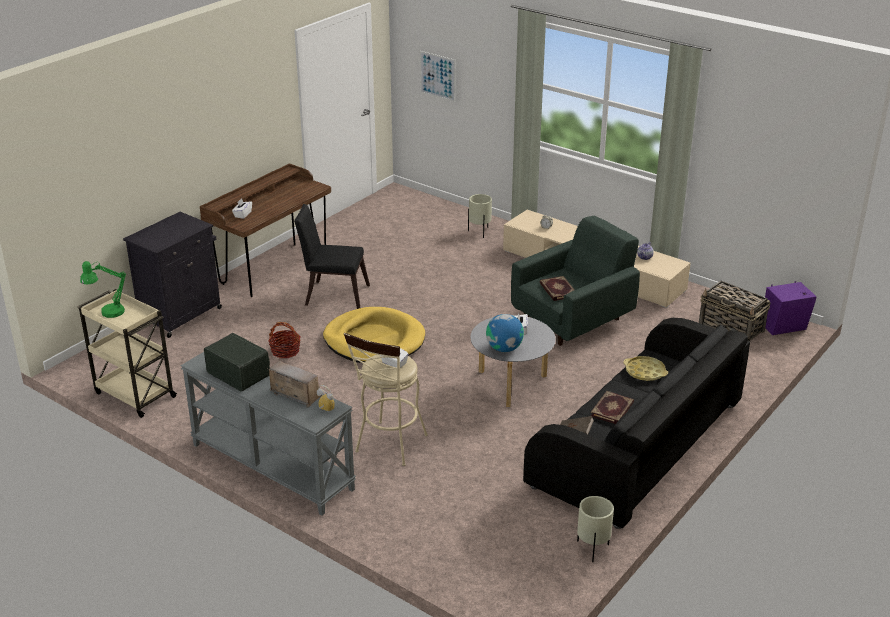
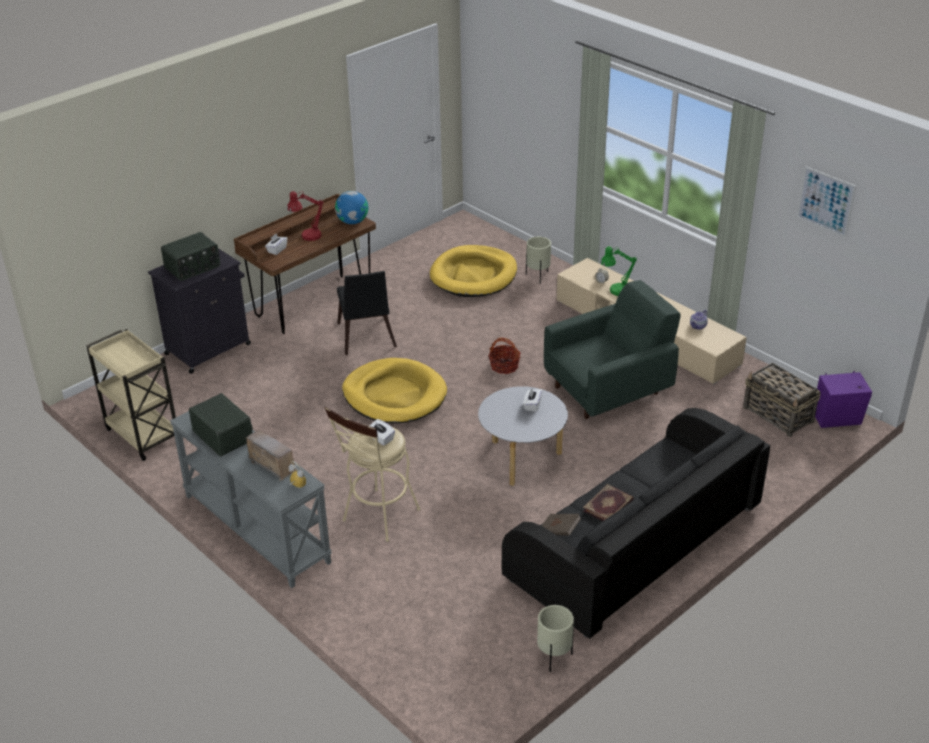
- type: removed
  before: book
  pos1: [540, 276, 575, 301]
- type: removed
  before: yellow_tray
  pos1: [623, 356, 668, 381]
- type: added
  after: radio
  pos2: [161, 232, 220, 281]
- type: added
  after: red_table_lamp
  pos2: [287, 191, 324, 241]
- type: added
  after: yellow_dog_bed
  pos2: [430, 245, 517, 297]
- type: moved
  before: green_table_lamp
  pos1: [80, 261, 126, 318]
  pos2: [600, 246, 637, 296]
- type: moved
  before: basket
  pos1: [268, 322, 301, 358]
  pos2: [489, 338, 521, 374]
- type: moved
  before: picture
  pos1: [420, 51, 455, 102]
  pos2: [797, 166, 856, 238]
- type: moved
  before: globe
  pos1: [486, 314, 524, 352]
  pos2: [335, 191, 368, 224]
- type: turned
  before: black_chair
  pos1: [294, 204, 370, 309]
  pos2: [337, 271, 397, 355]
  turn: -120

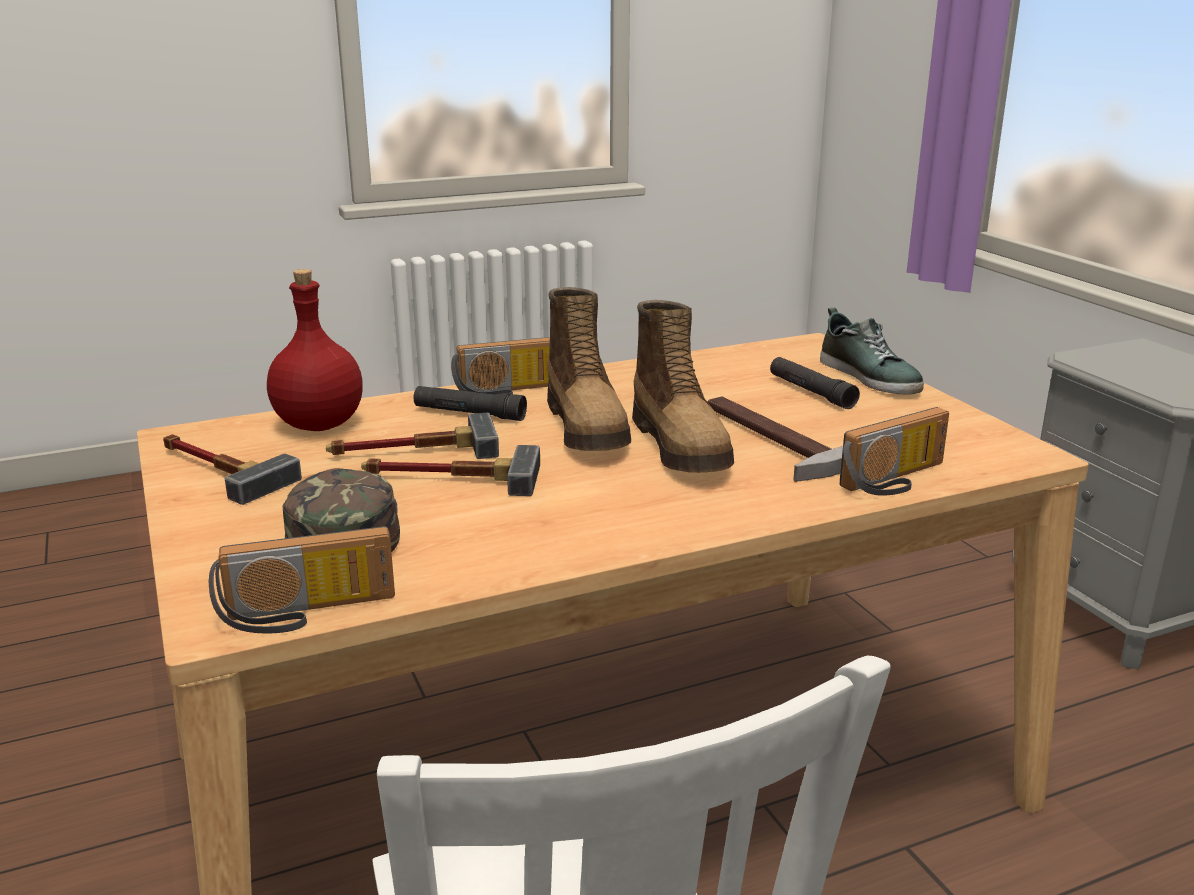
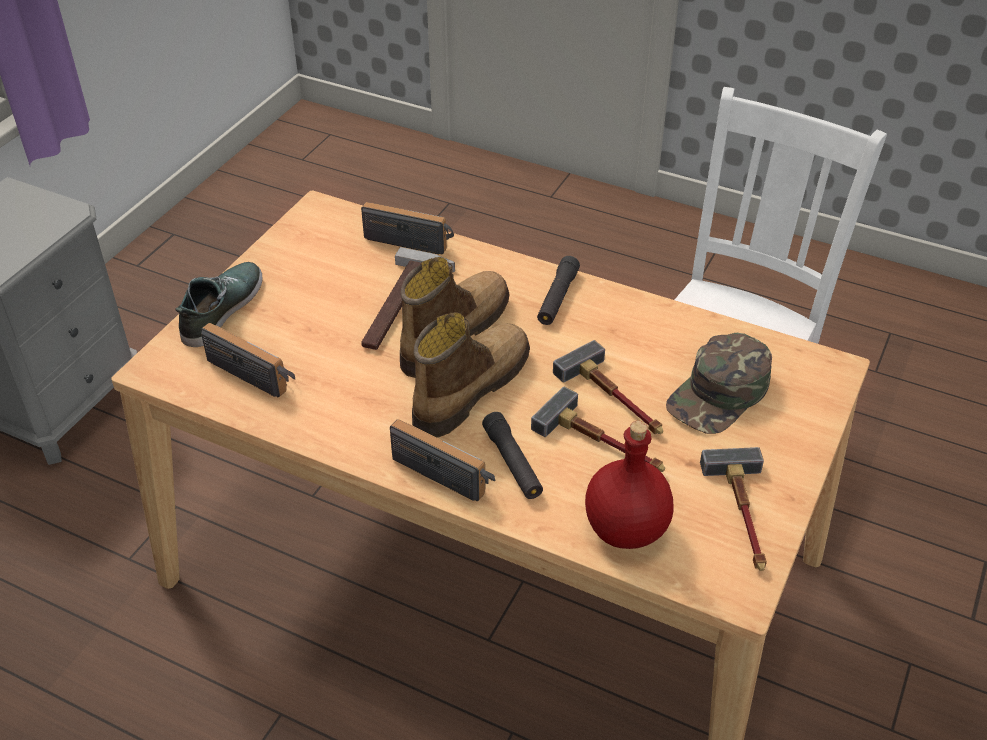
- type: moved
  before: radio
  pos1: [208, 526, 395, 634]
  pos2: [201, 323, 296, 398]
- type: moved
  before: black_flashlight
  pos1: [770, 357, 860, 409]
  pos2: [537, 256, 580, 325]

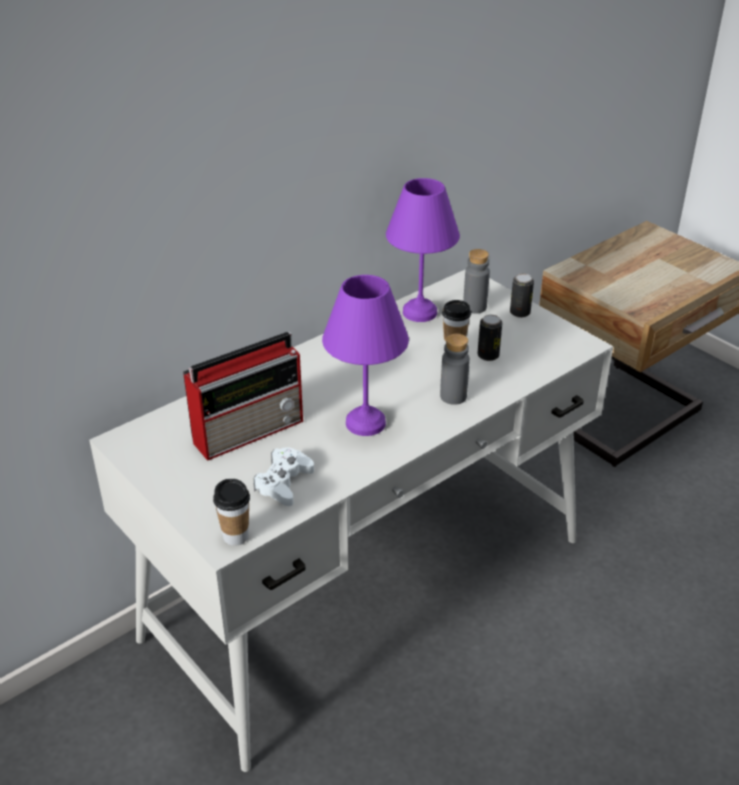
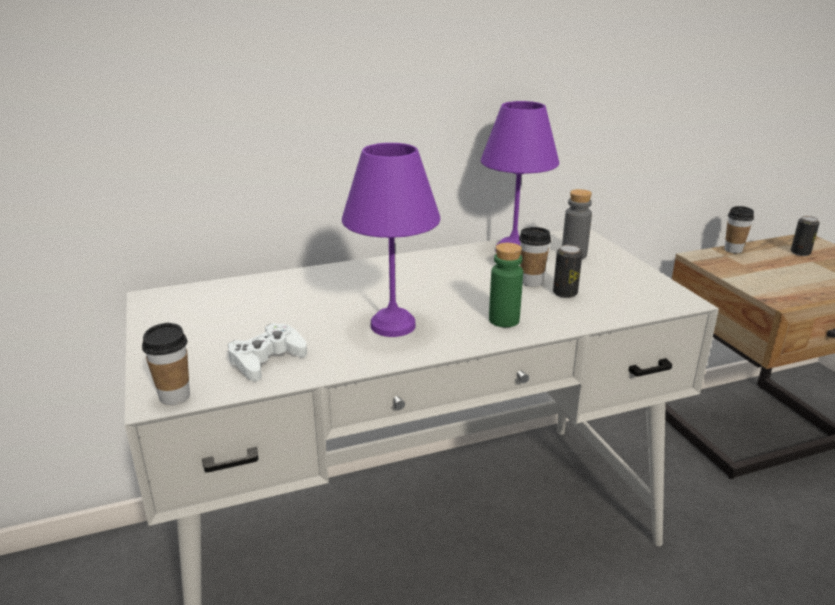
- type: removed
  before: radio
  pos1: [183, 332, 303, 461]
- type: added
  after: cup
  pos2: [724, 206, 754, 253]
- type: moved
  before: can
  pos1: [510, 273, 534, 318]
  pos2: [791, 216, 820, 256]
- type: recoloured
  before: grey_bottle
  after: green_bottle
  pos1: [440, 334, 470, 405]
  pos2: [489, 243, 523, 327]

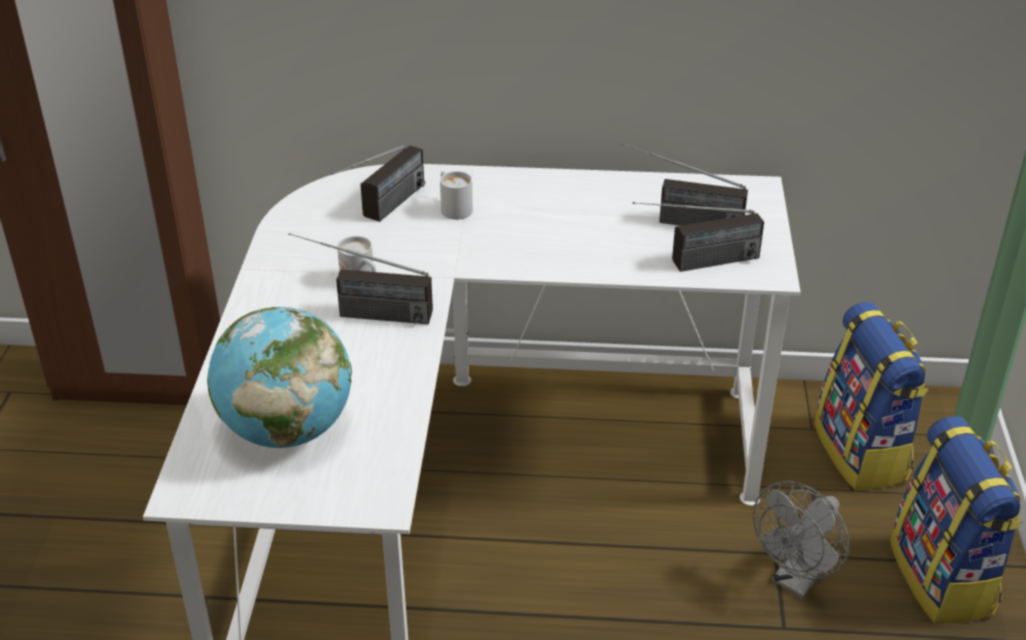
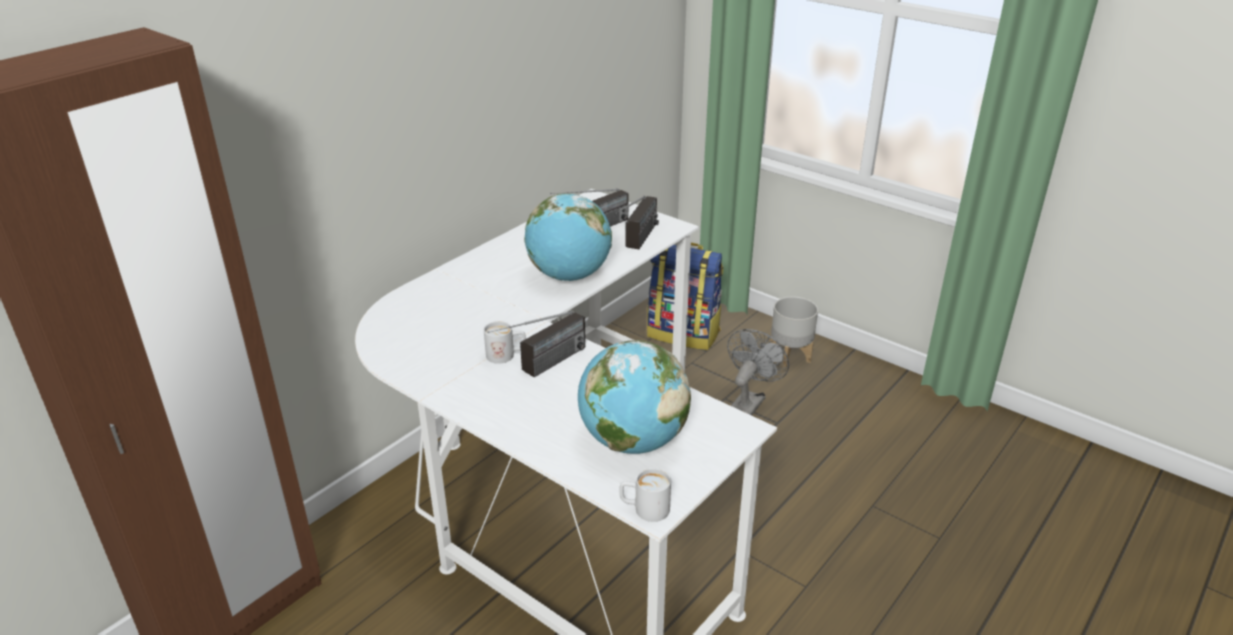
- type: removed
  before: radio
  pos1: [332, 145, 425, 222]
- type: added
  after: globe
  pos2: [524, 193, 612, 281]
- type: moved
  before: white_mug
  pos1: [440, 171, 473, 220]
  pos2: [619, 468, 671, 522]
- type: replaced
  before: backpack
  after: grey_planter
  pos1: [890, 416, 1023, 624]
  pos2: [770, 296, 818, 369]
- type: turned
  before: grey_fan
  pos1: [753, 481, 849, 598]
  pos2: [727, 329, 789, 415]
  turn: -135

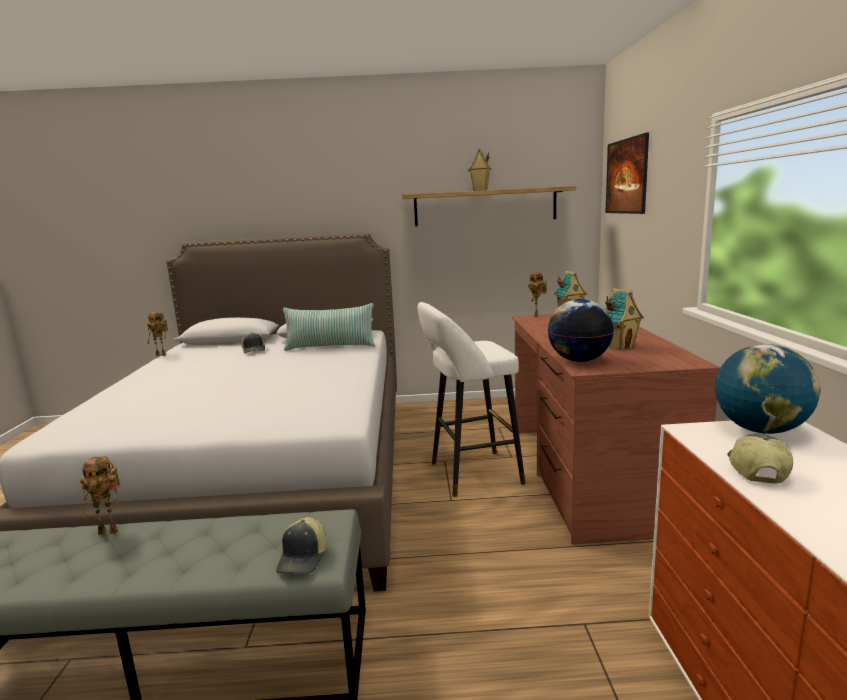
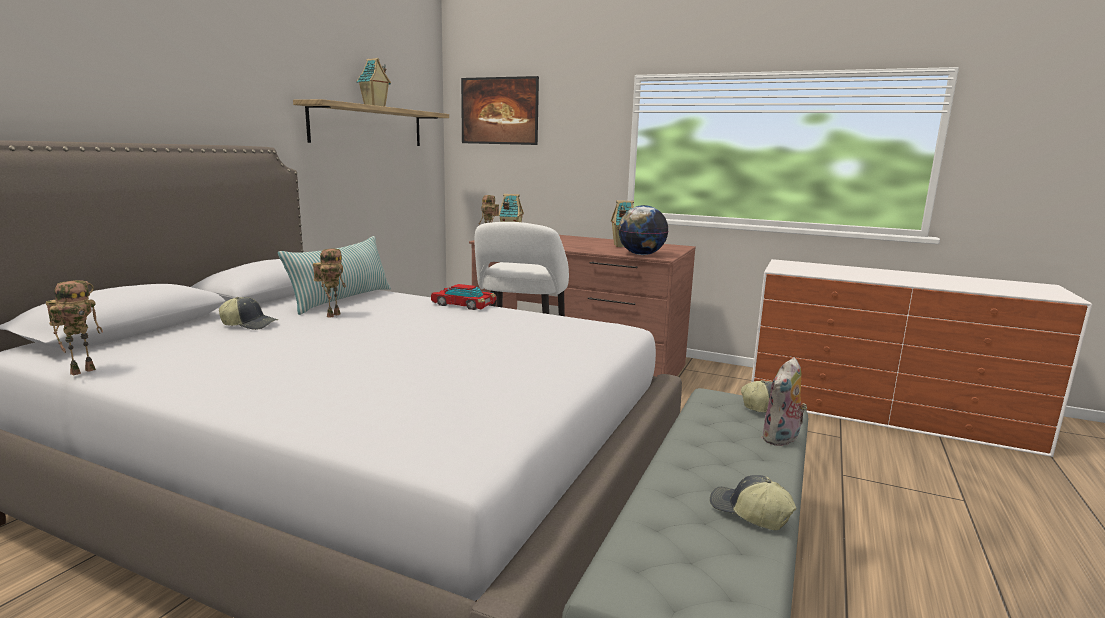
- type: removed
  before: globe
  pos1: [715, 344, 820, 434]
- type: added
  after: toy_car
  pos2: [431, 284, 496, 310]
- type: added
  after: plush_toy
  pos2: [761, 358, 807, 446]
- type: moved
  before: toy_robot
  pos1: [80, 456, 120, 535]
  pos2: [313, 248, 346, 318]
- type: moved
  before: cap
  pos1: [727, 433, 793, 484]
  pos2: [710, 475, 797, 531]

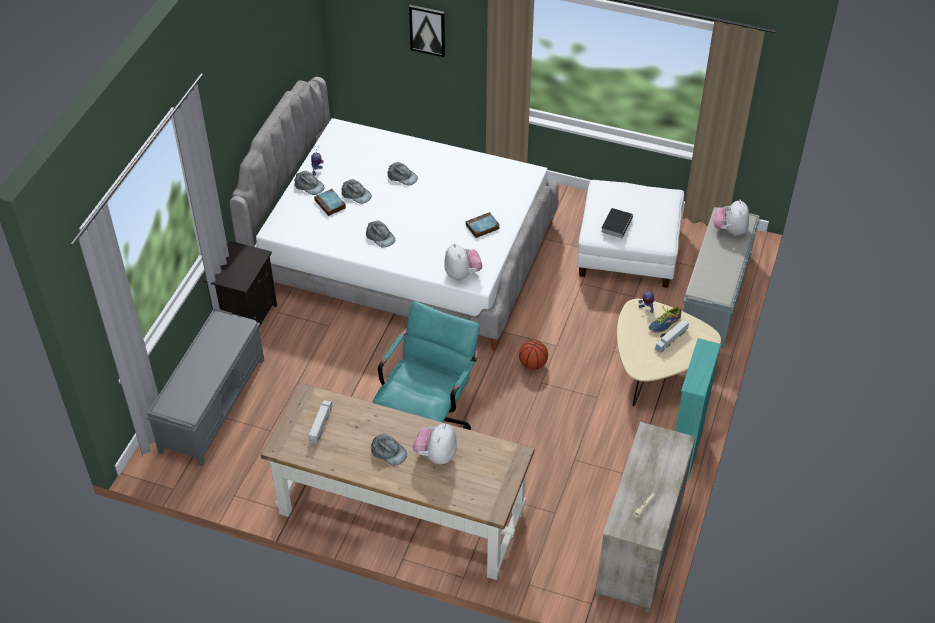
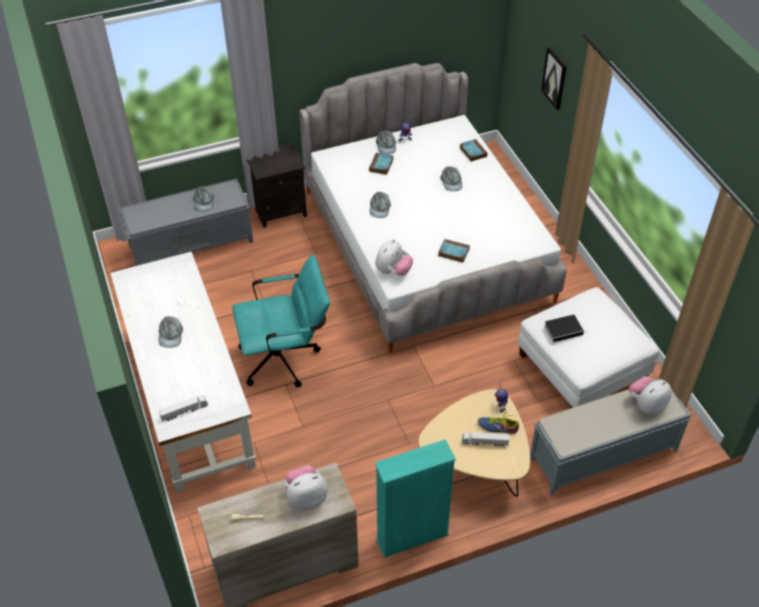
- type: removed
  before: basketball
  pos1: [519, 340, 548, 370]
- type: added
  after: book
  pos2: [460, 139, 488, 162]
- type: moved
  before: toy_truck
  pos1: [309, 400, 332, 444]
  pos2: [159, 395, 208, 422]
- type: moved
  before: grey_cap
  pos1: [342, 179, 372, 204]
  pos2: [194, 186, 214, 211]
- type: moved
  before: plush_toy
  pos1: [413, 424, 457, 464]
  pos2: [285, 465, 328, 511]
- type: recoloured
  before: brown_desk
  after: white_desk
  pos1: [261, 383, 535, 580]
  pos2: [110, 251, 256, 492]

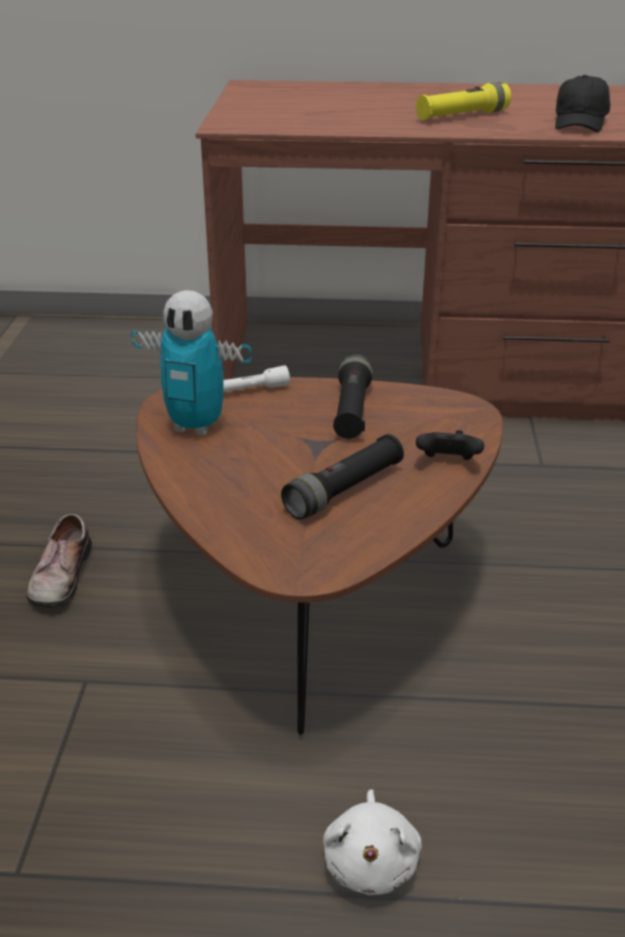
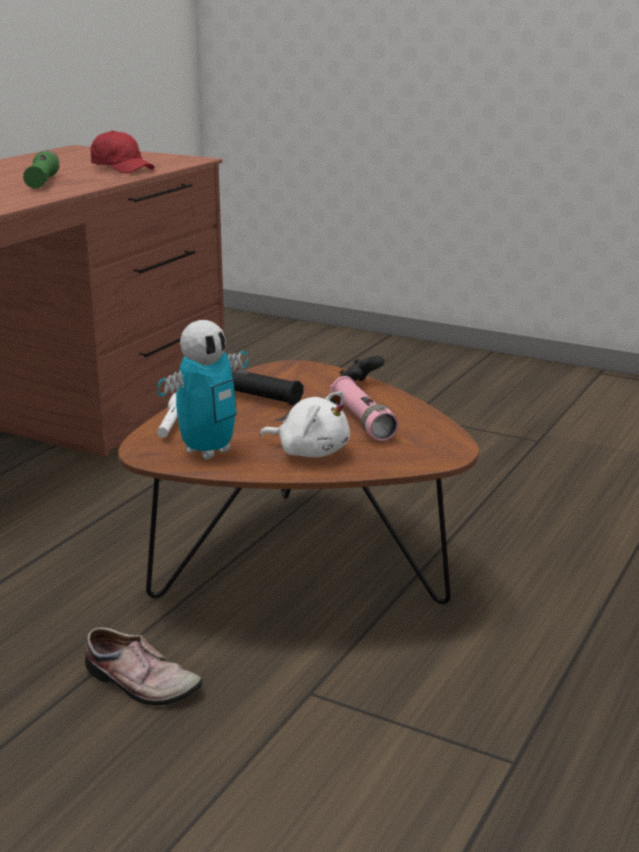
- type: moved
  before: white_plush_toy
  pos1: [323, 789, 422, 895]
  pos2: [260, 391, 350, 457]
- type: recoloured
  before: black_flashlight
  after: pink_flashlight
  pos1: [281, 434, 404, 520]
  pos2: [331, 376, 399, 441]
- type: recoloured
  before: yellow_flashlight
  after: green_flashlight
  pos1: [416, 82, 511, 120]
  pos2: [23, 150, 60, 189]
- type: recoloured
  before: black_cap
  after: red_cap
  pos1: [555, 75, 610, 132]
  pos2: [90, 131, 155, 173]

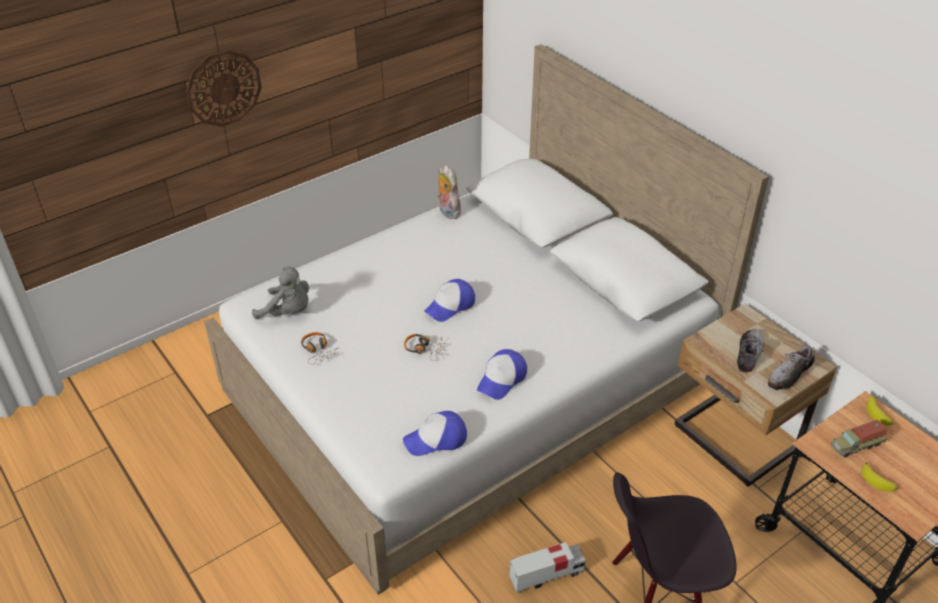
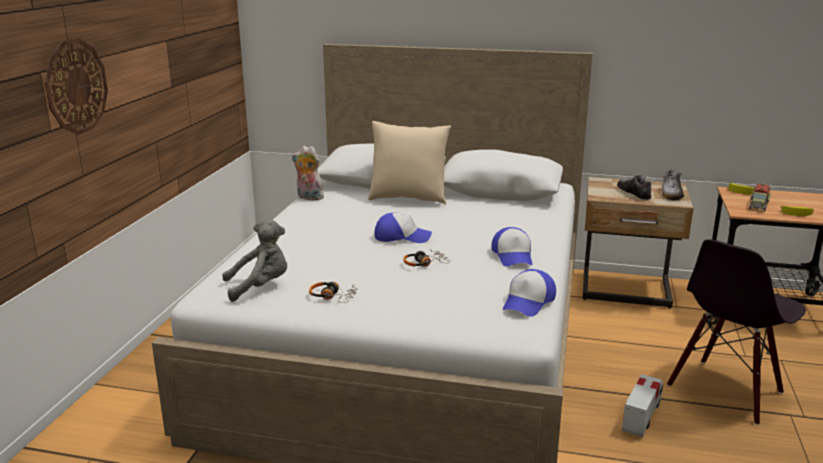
- type: added
  after: beige_pillow
  pos2: [368, 121, 451, 205]
- type: turned
  before: cap
  pos1: [424, 279, 475, 322]
  pos2: [374, 213, 432, 243]
  turn: -90

